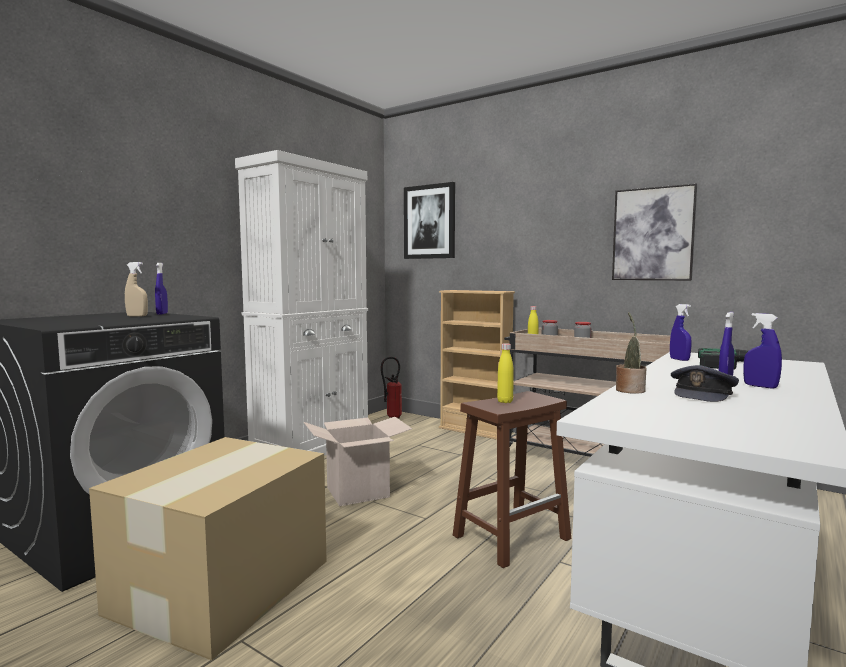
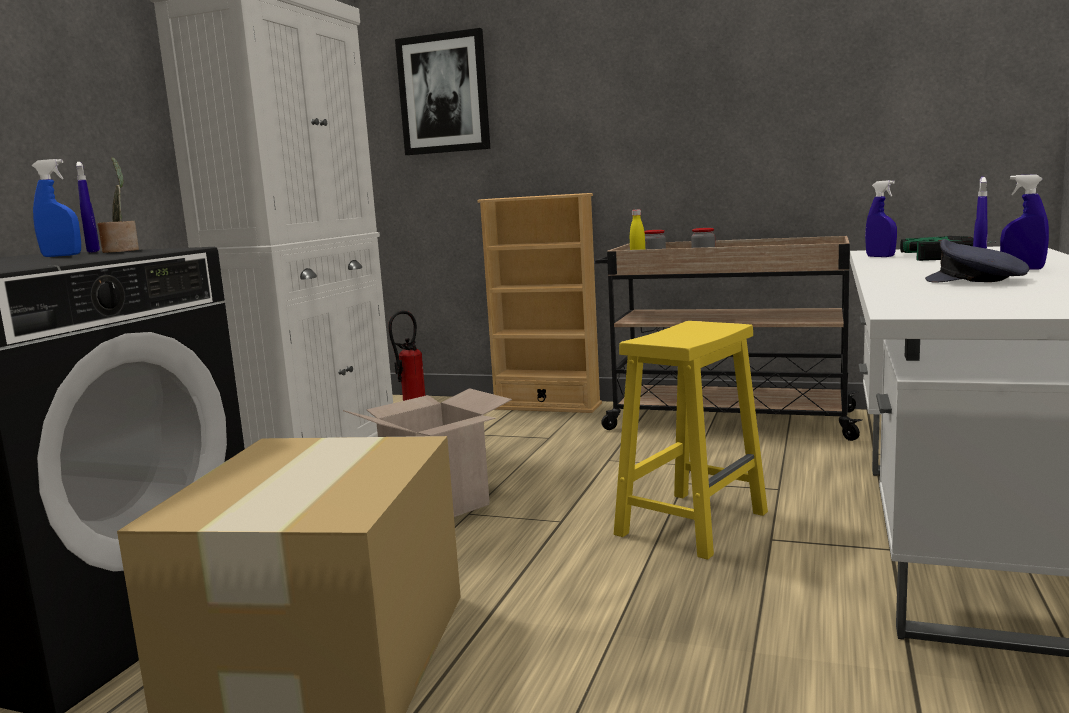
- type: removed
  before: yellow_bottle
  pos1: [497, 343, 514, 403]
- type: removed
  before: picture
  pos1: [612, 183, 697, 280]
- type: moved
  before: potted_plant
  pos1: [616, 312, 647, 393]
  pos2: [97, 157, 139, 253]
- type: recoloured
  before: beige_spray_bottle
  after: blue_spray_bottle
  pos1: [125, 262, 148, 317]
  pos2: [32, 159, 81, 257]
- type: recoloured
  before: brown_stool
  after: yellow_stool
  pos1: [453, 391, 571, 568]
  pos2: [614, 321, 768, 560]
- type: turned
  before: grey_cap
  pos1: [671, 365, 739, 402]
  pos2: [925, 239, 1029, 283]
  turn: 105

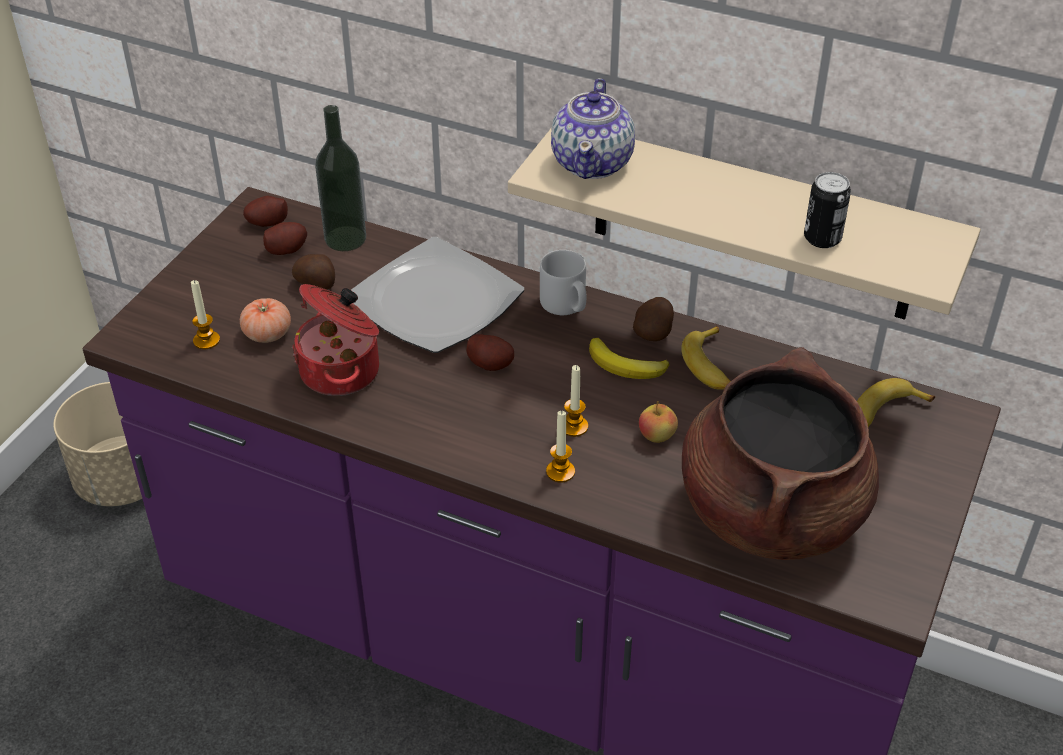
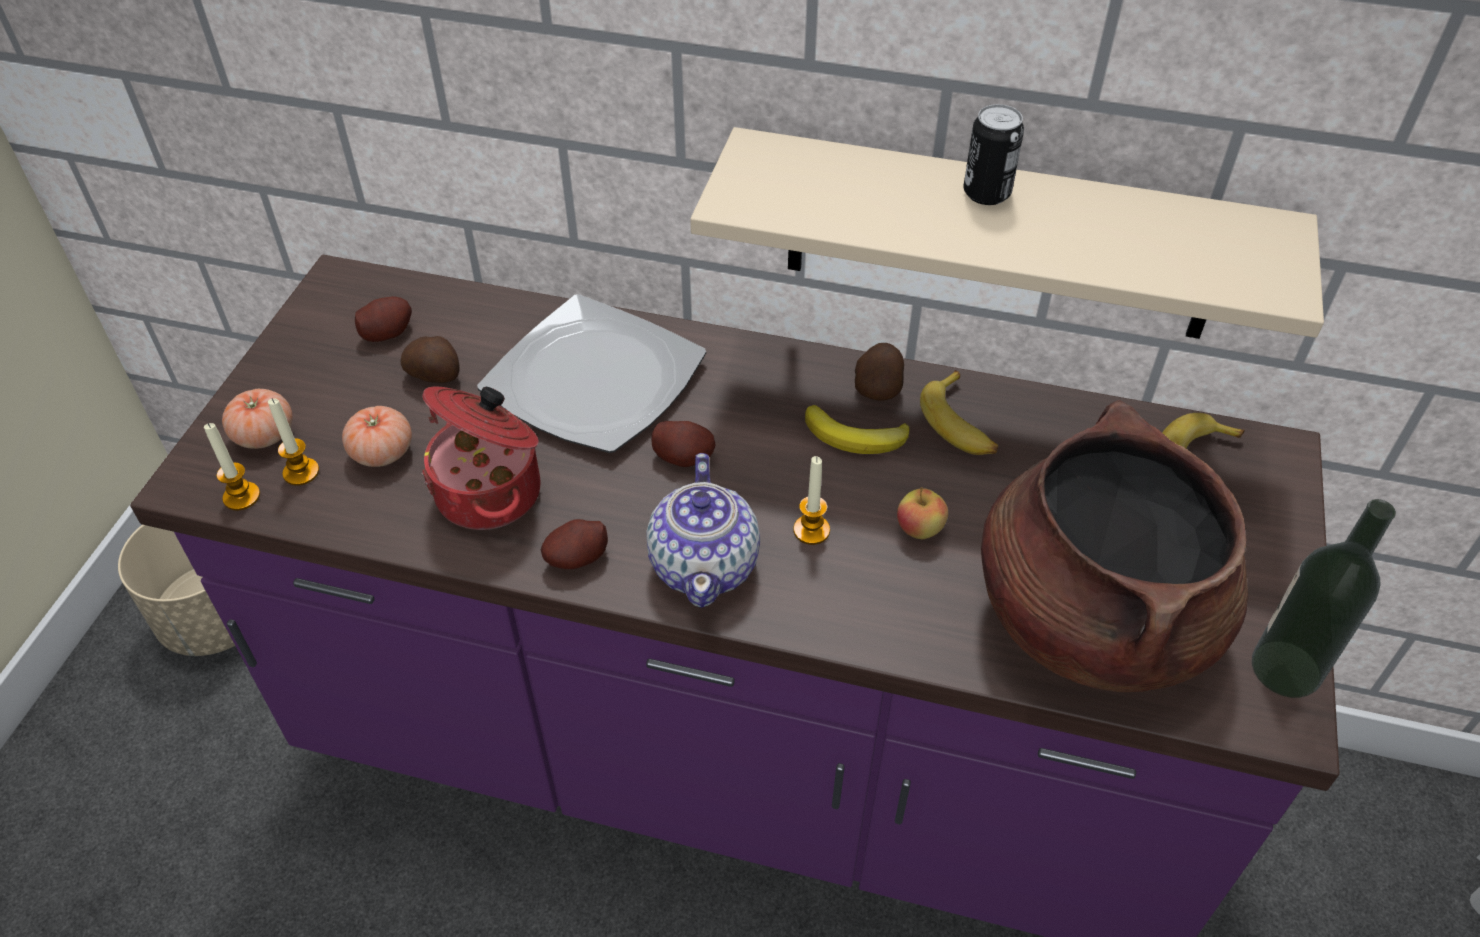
- type: removed
  before: grey_mug
  pos1: [540, 250, 586, 315]
- type: added
  after: tomato
  pos2: [222, 389, 293, 449]
- type: moved
  before: potato
  pos1: [243, 196, 288, 227]
  pos2: [541, 519, 608, 569]
- type: moved
  before: bottle
  pos1: [315, 105, 366, 251]
  pos2: [1252, 499, 1396, 698]
- type: moved
  before: candle
  pos1: [546, 411, 575, 482]
  pos2: [204, 423, 260, 511]
- type: moved
  before: teapot
  pos1: [551, 78, 635, 179]
  pos2: [646, 453, 760, 608]
- type: moved
  before: can
  pos1: [804, 172, 851, 248]
  pos2: [963, 104, 1024, 205]

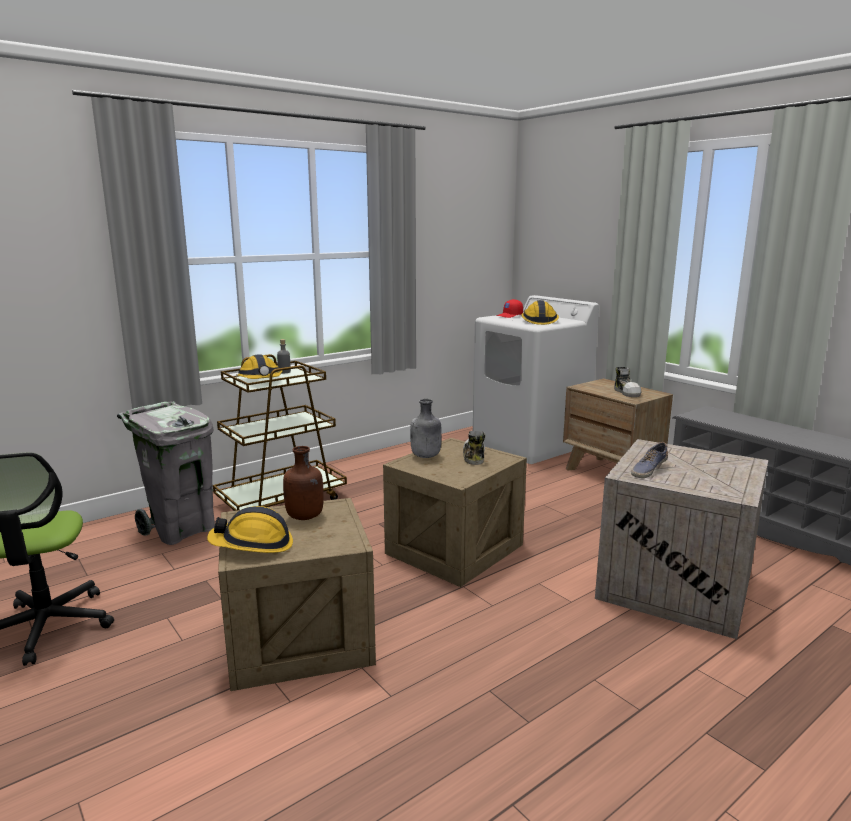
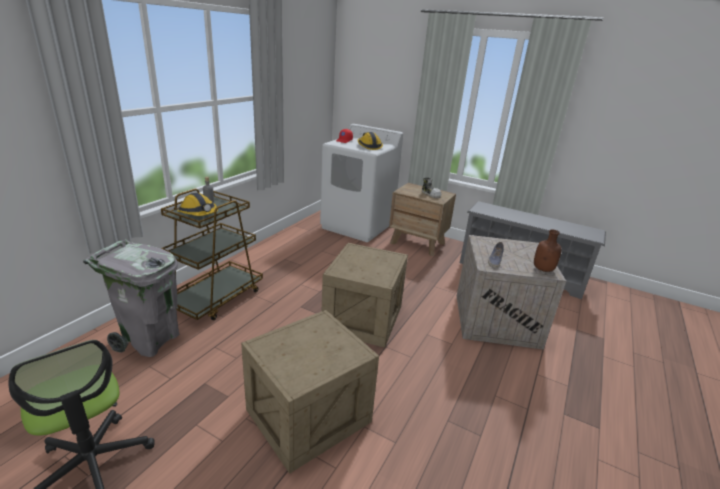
- type: removed
  before: hard_hat
  pos1: [207, 506, 293, 553]
- type: removed
  before: grey_bottle
  pos1: [410, 399, 442, 458]
- type: removed
  before: shoe
  pos1: [463, 431, 485, 465]
- type: moved
  before: brown_bottle
  pos1: [283, 446, 324, 520]
  pos2: [534, 230, 562, 272]

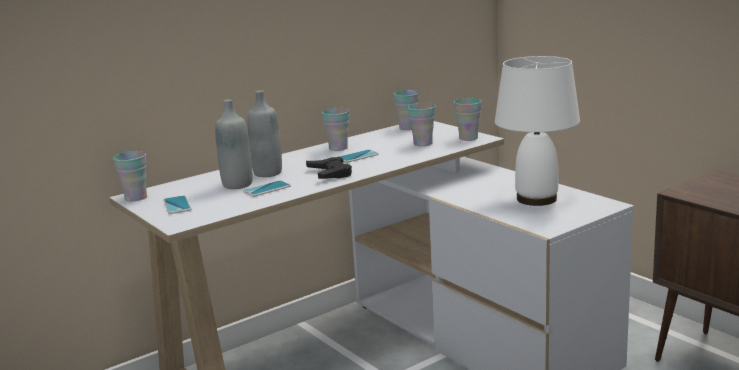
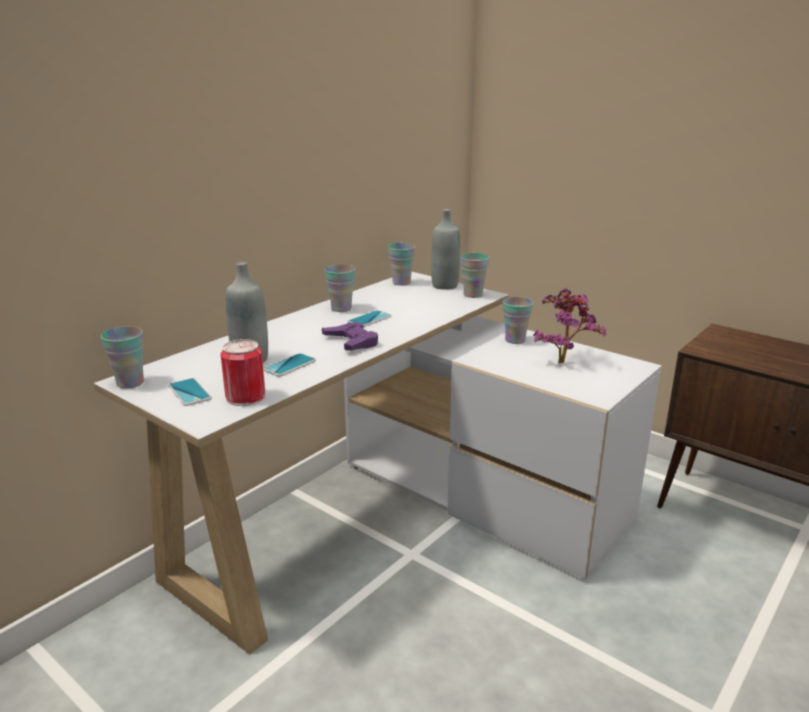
- type: added
  after: can
  pos2: [220, 339, 265, 406]
- type: moved
  before: grey_bottle
  pos1: [247, 90, 282, 177]
  pos2: [431, 209, 460, 290]
- type: moved
  before: cup
  pos1: [408, 103, 435, 146]
  pos2: [503, 297, 533, 344]
- type: replaced
  before: white_table_lamp
  after: potted_plant
  pos1: [495, 56, 580, 206]
  pos2: [533, 288, 606, 363]
- type: recoloured
  before: black_game_controller
  after: purple_game_controller
  pos1: [306, 157, 352, 179]
  pos2: [322, 322, 378, 350]

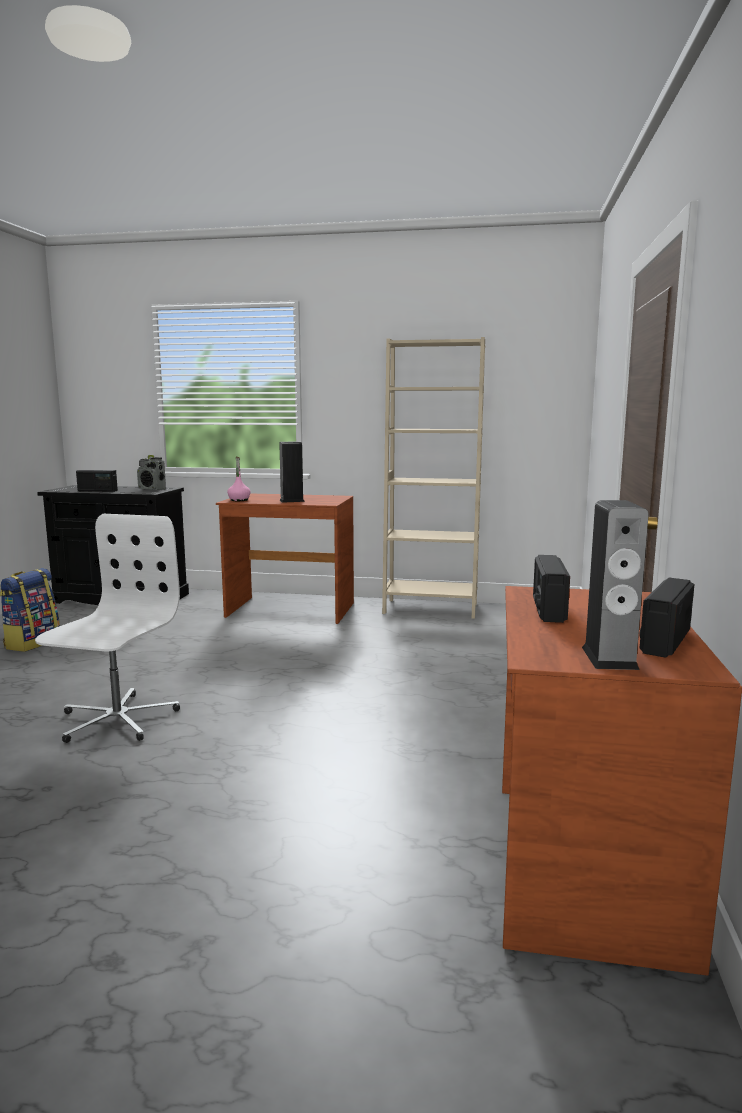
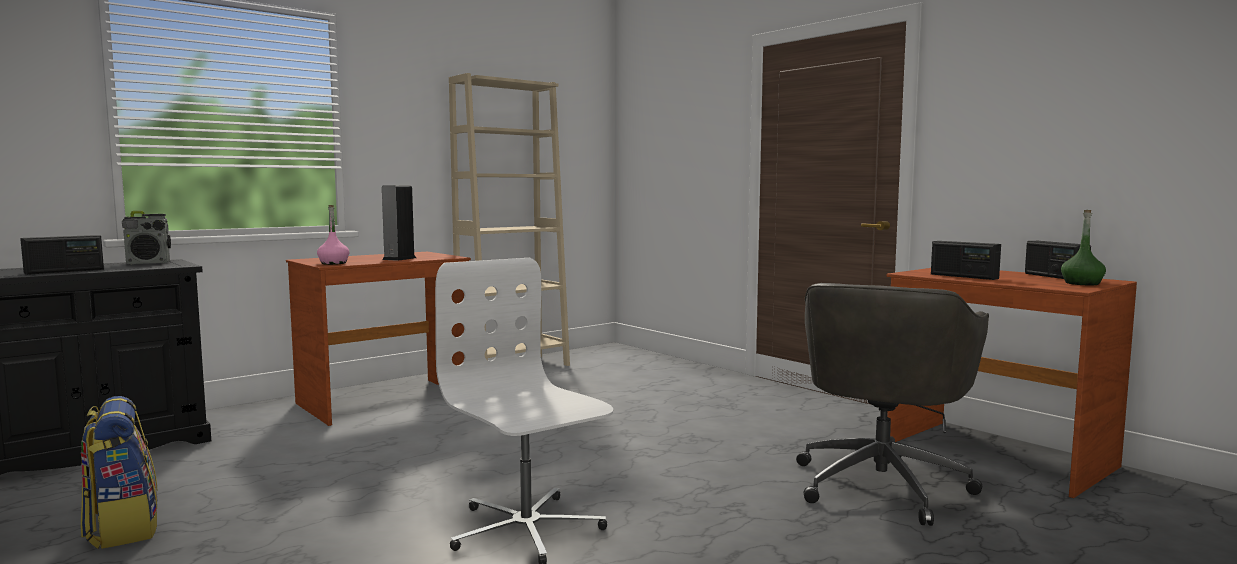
- type: added
  after: grey_office_chair
  pos2: [796, 283, 989, 526]
- type: replaced
  before: speaker
  after: green_bottle
  pos1: [582, 500, 649, 670]
  pos2: [1061, 210, 1106, 285]

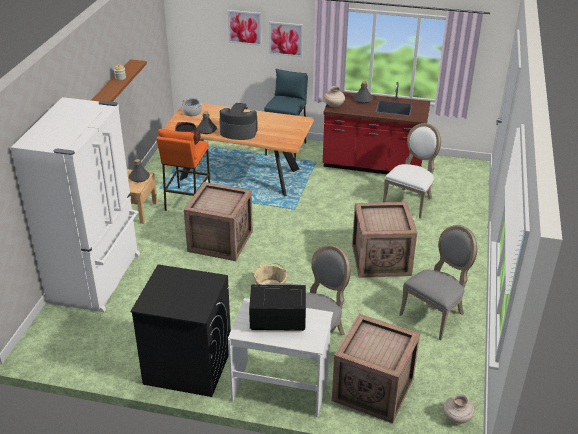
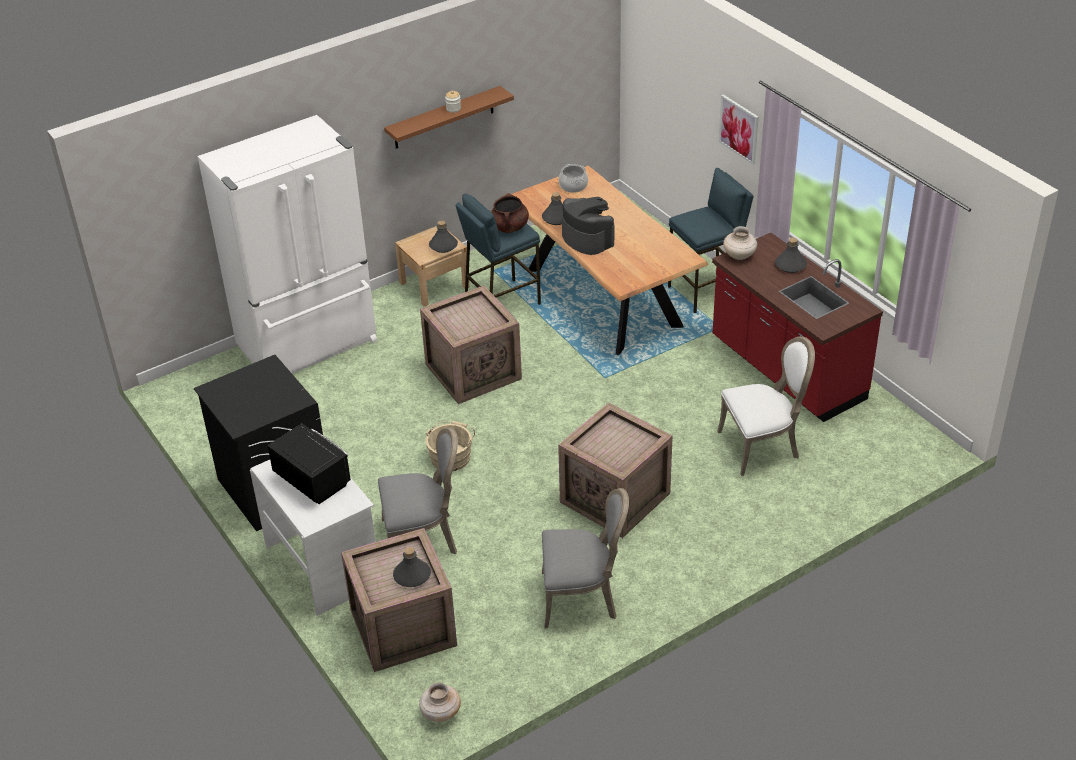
- type: removed
  before: picture
  pos1: [228, 10, 262, 46]
- type: added
  after: grey_bottle
  pos2: [393, 547, 431, 587]
- type: recoloured
  before: orange_stool
  after: blue_stool
  pos1: [157, 129, 210, 211]
  pos2: [456, 194, 541, 305]

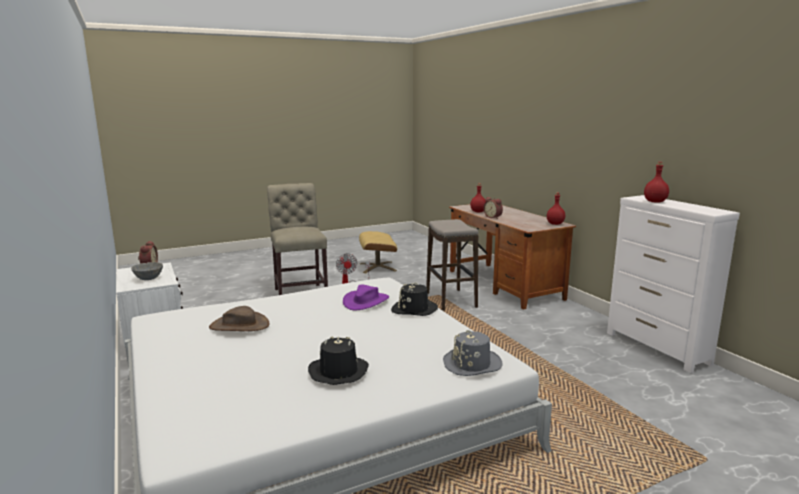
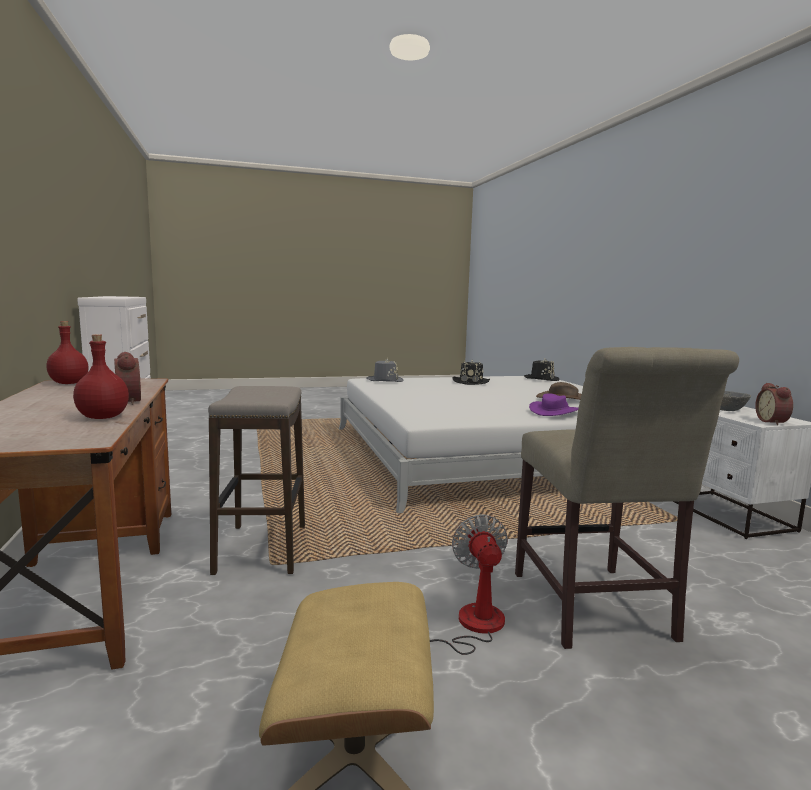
- type: removed
  before: red_bottle
  pos1: [644, 162, 669, 203]
- type: moved
  before: purple_hat
  pos1: [343, 285, 389, 310]
  pos2: [529, 393, 579, 416]
- type: moved
  before: black_hat
  pos1: [391, 282, 438, 316]
  pos2: [524, 359, 560, 381]

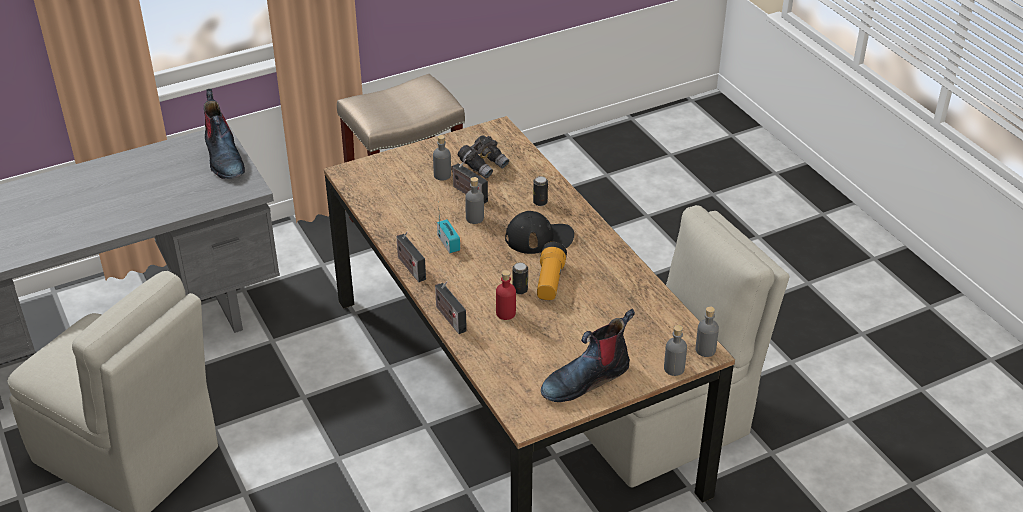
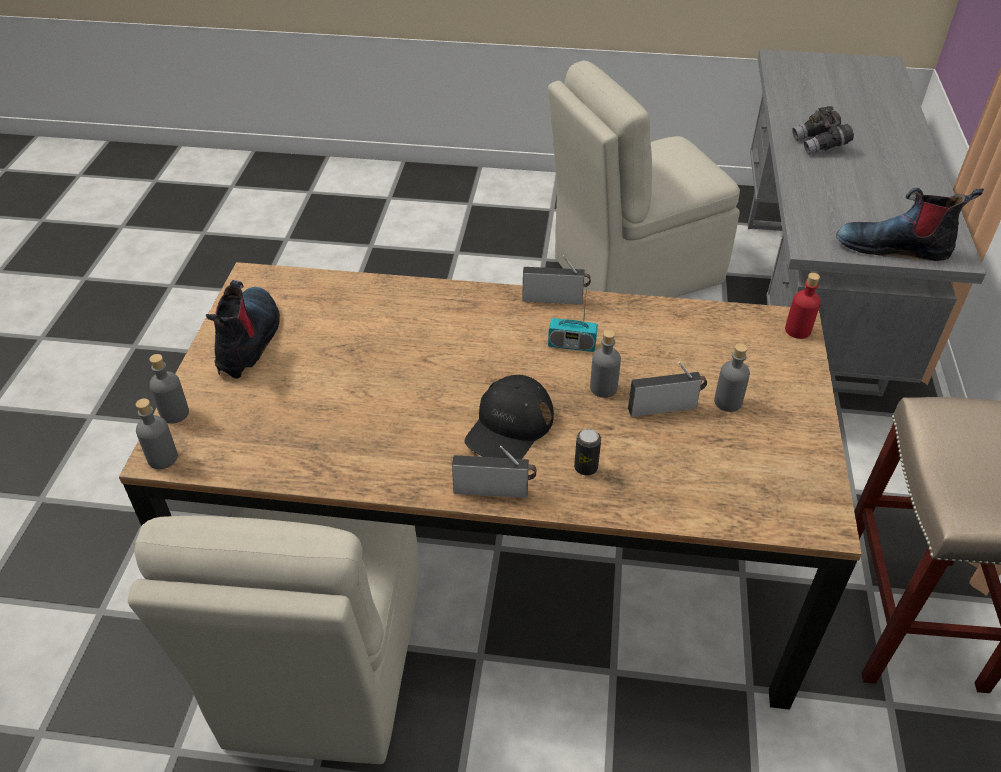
- type: removed
  before: can
  pos1: [512, 262, 528, 294]
- type: removed
  before: flashlight
  pos1: [537, 242, 567, 300]
- type: moved
  before: radio
  pos1: [435, 281, 467, 334]
  pos2: [452, 446, 536, 498]
- type: moved
  before: grey_binoculars
  pos1: [458, 135, 509, 179]
  pos2: [792, 106, 854, 154]
- type: moved
  before: red_bottle
  pos1: [496, 270, 516, 320]
  pos2: [785, 273, 821, 339]

